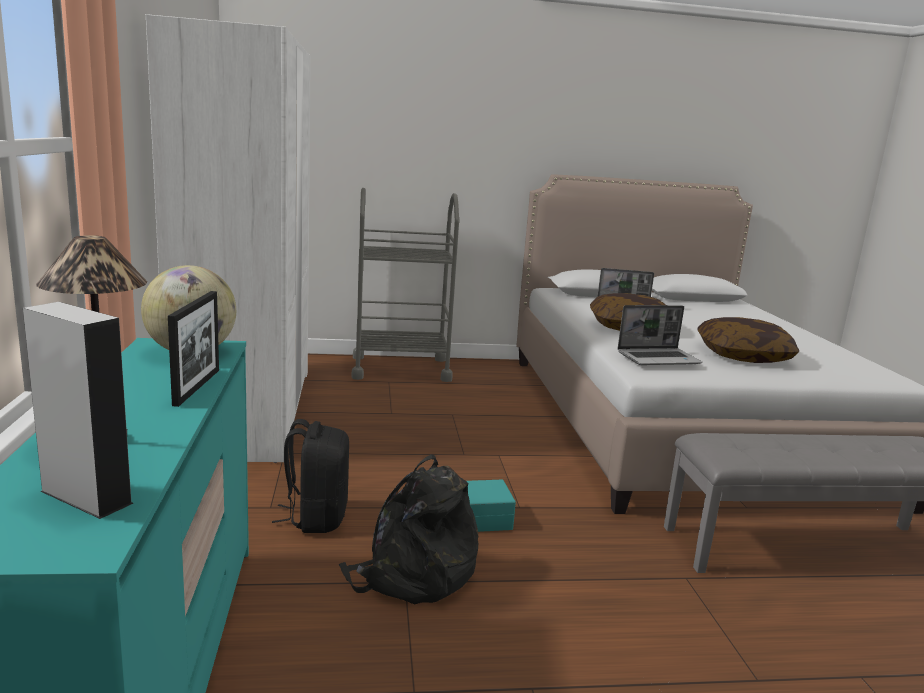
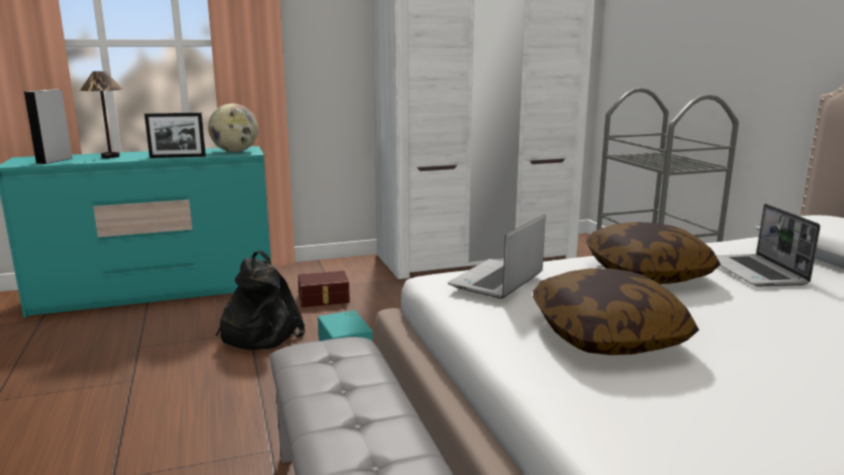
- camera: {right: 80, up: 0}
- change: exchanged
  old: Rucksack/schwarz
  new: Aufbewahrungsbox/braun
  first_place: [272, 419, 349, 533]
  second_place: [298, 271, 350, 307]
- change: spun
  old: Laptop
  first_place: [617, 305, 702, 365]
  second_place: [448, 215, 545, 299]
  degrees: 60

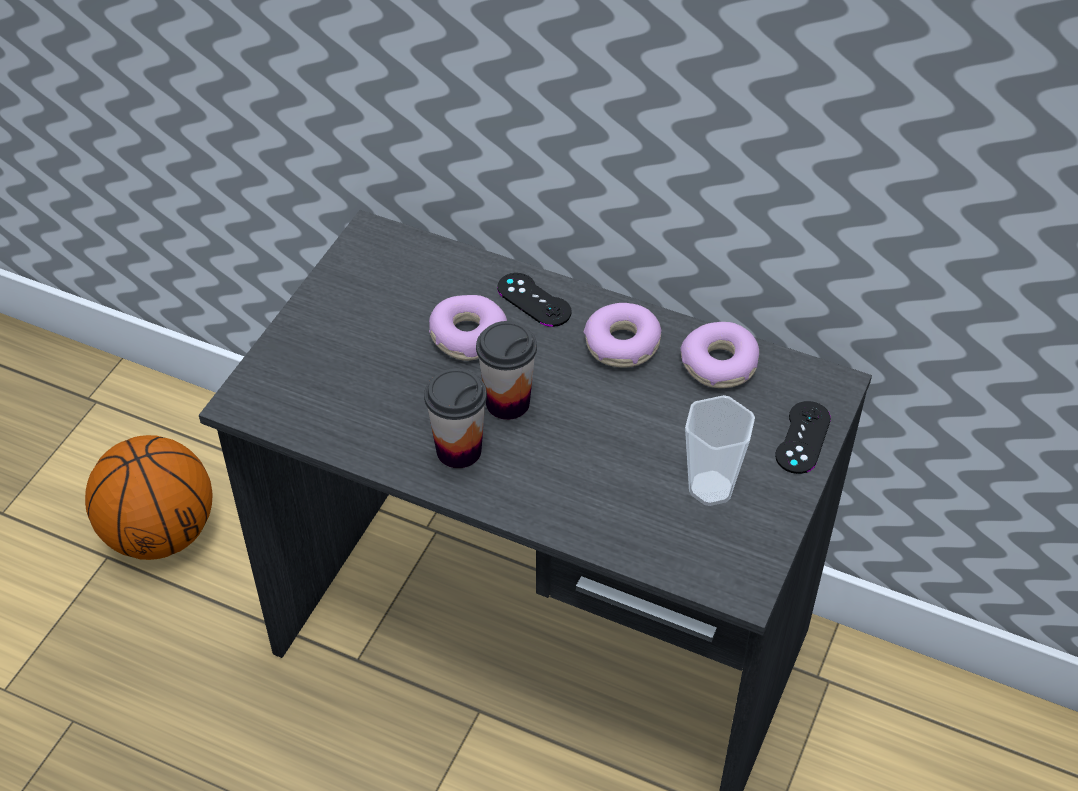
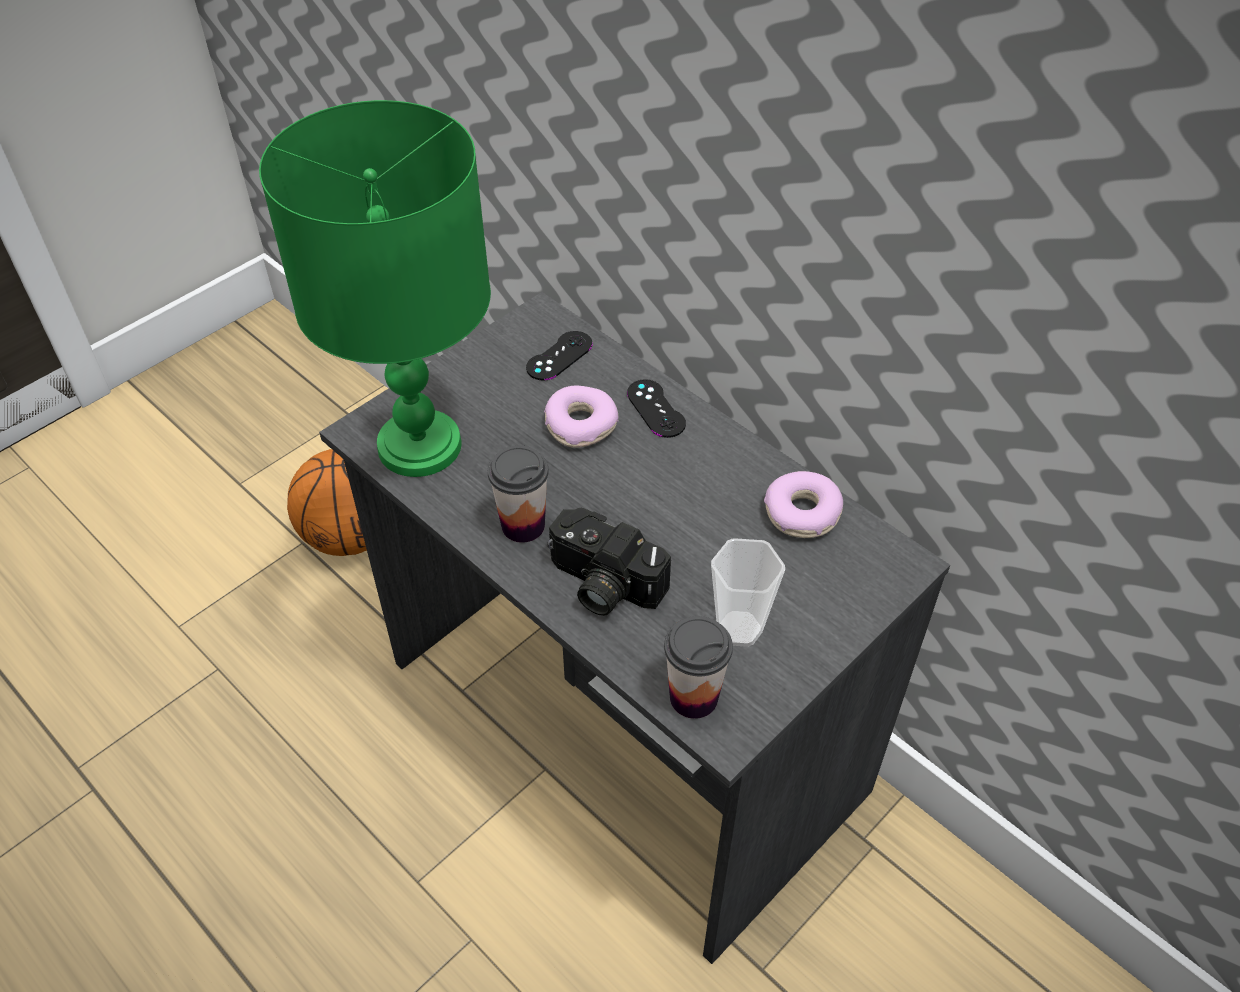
- camera: {right: 20, up: 0}
- change: relocated
  old: Tasse
  first_place: [476, 321, 537, 420]
  second_place: [664, 616, 733, 719]
- change: missing
  old: Donut
  first_place: [584, 303, 661, 367]
- change: relocated
  old: Gamepad/schwarz
  first_place: [775, 401, 831, 474]
  second_place: [526, 331, 593, 381]
- change: appeared
  new: Tischlampe/grün
  second_place: [259, 100, 491, 477]
- change: appeared
  new: Kamera
  second_place: [547, 508, 671, 616]

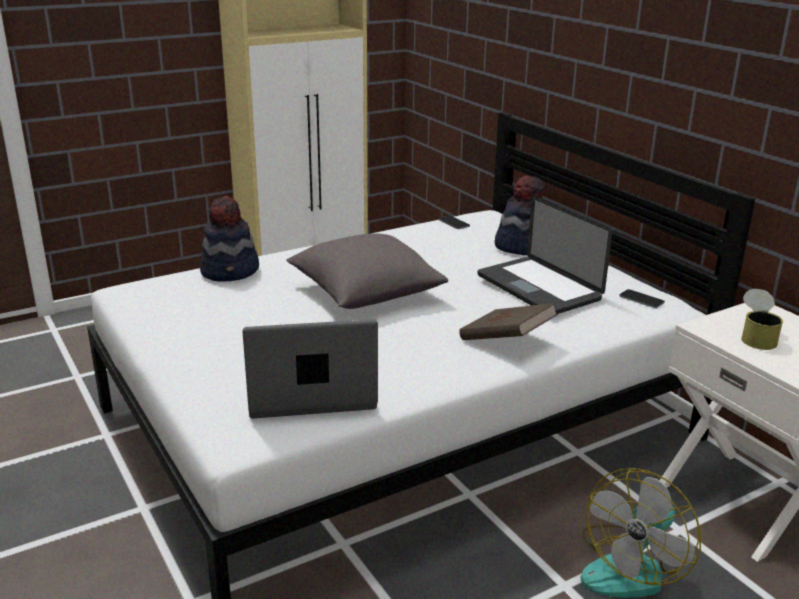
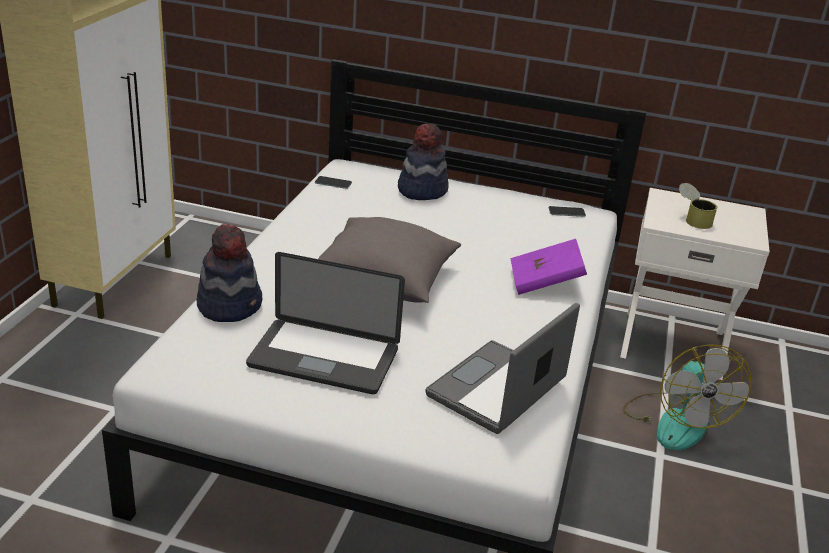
- camera: {right: -45, up: 5}
- change: colour
  old: Buch/braun
  new: Buch/lila
  first_place: [459, 303, 558, 340]
  second_place: [511, 239, 587, 295]
- change: relocated
  old: Laptop
  first_place: [478, 196, 612, 314]
  second_place: [246, 252, 405, 394]

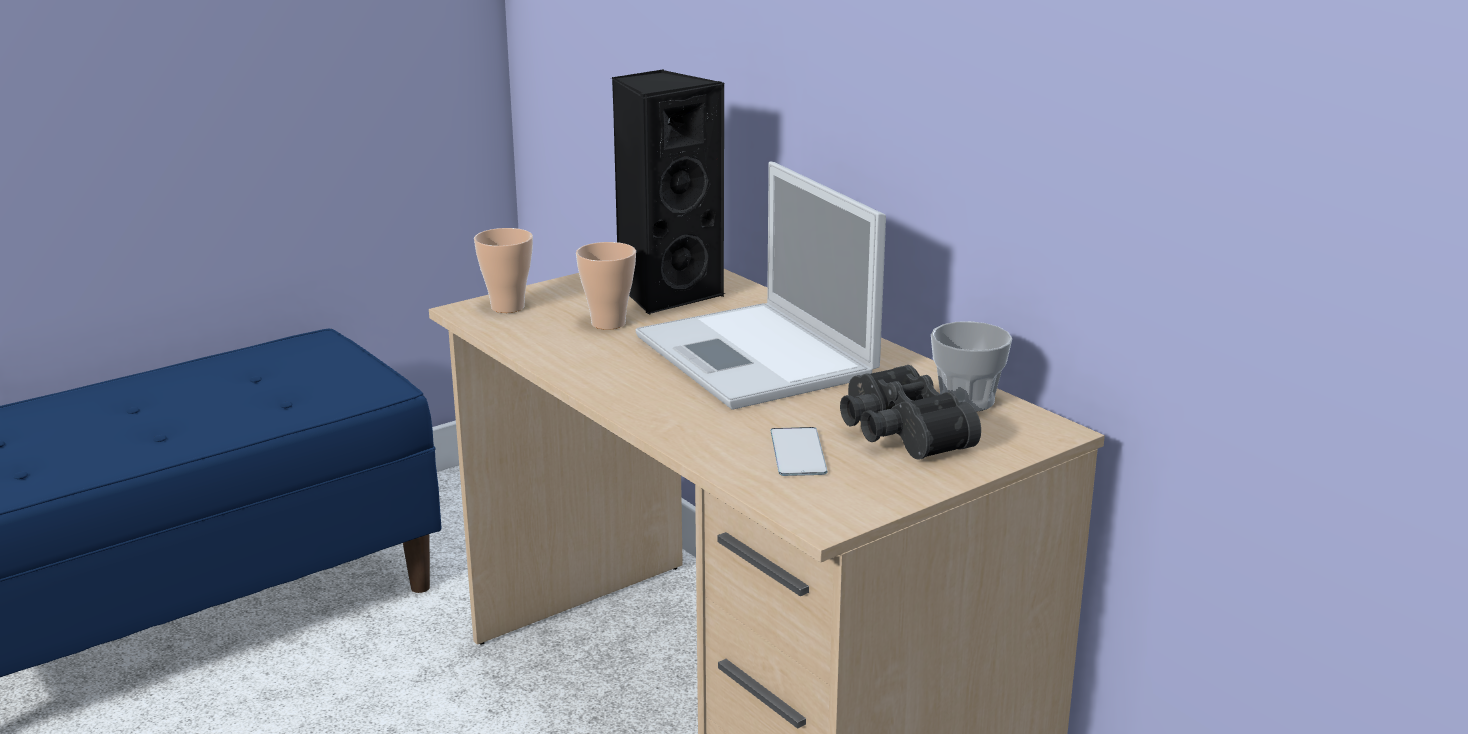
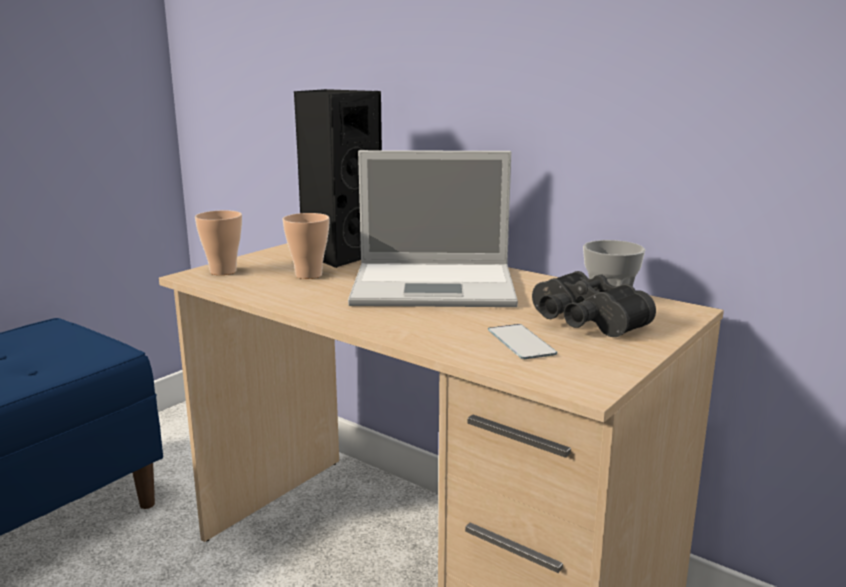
- camera: {right: -15, up: -5}
- change: spun
  old: Laptop
  first_place: [636, 162, 886, 410]
  second_place: [348, 150, 518, 307]
  degrees: -45

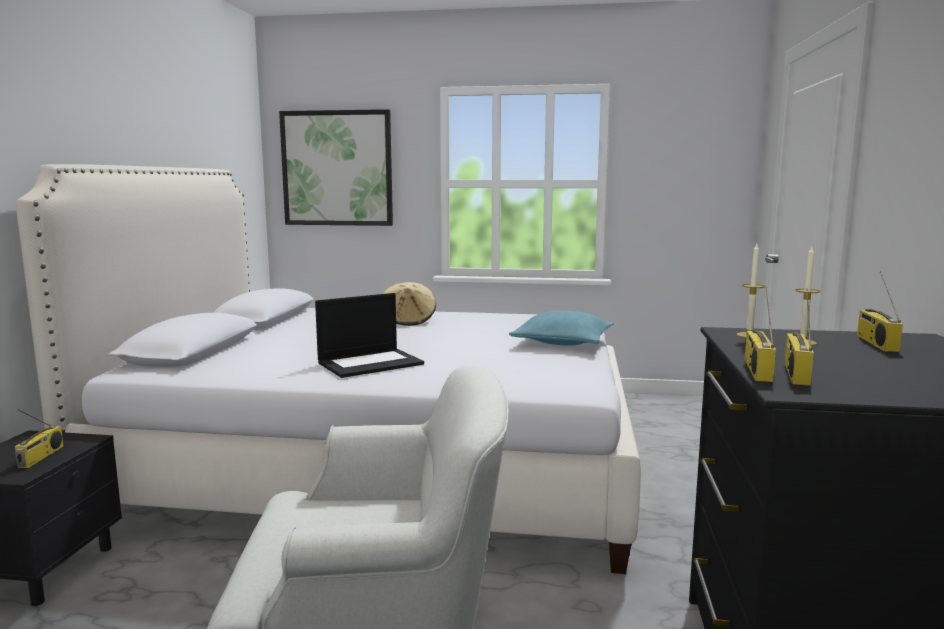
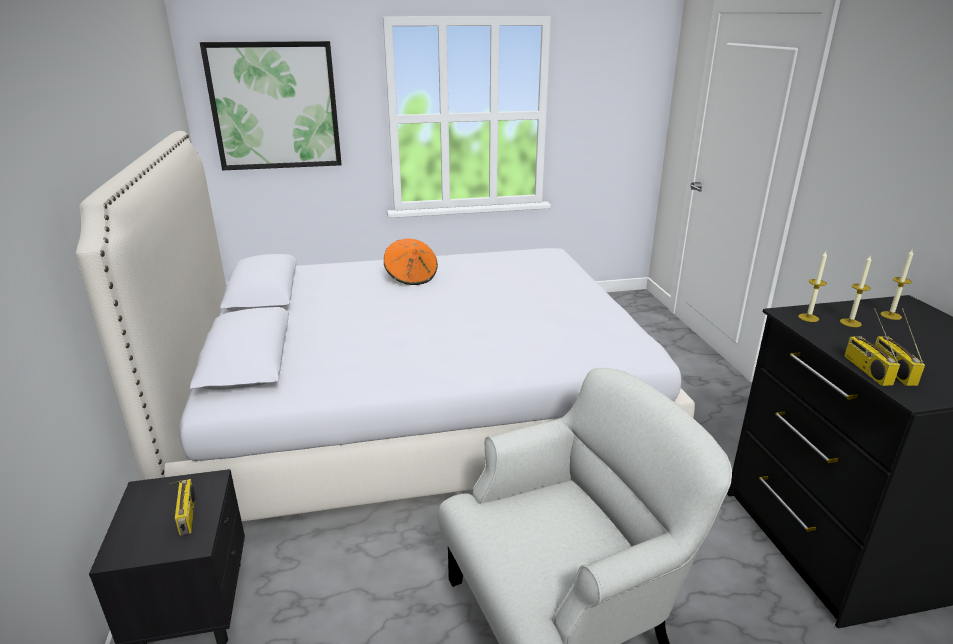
- camera: {right: -20, up: 15}
- change: missing
  old: Laptop
  first_place: [315, 293, 424, 378]
- change: colour
  old: Hut/beige
  new: Hut/orange
  first_place: [383, 282, 436, 326]
  second_place: [384, 239, 438, 285]
- change: missing
  old: Kissen/türkis
  first_place: [509, 310, 614, 346]
- change: exchanged
  old: Radio
  new: Kerze
  first_place: [857, 271, 903, 352]
  second_place: [880, 250, 913, 320]

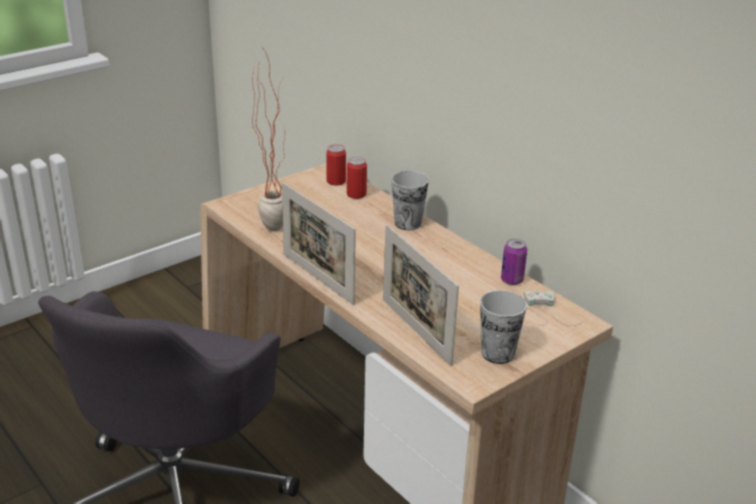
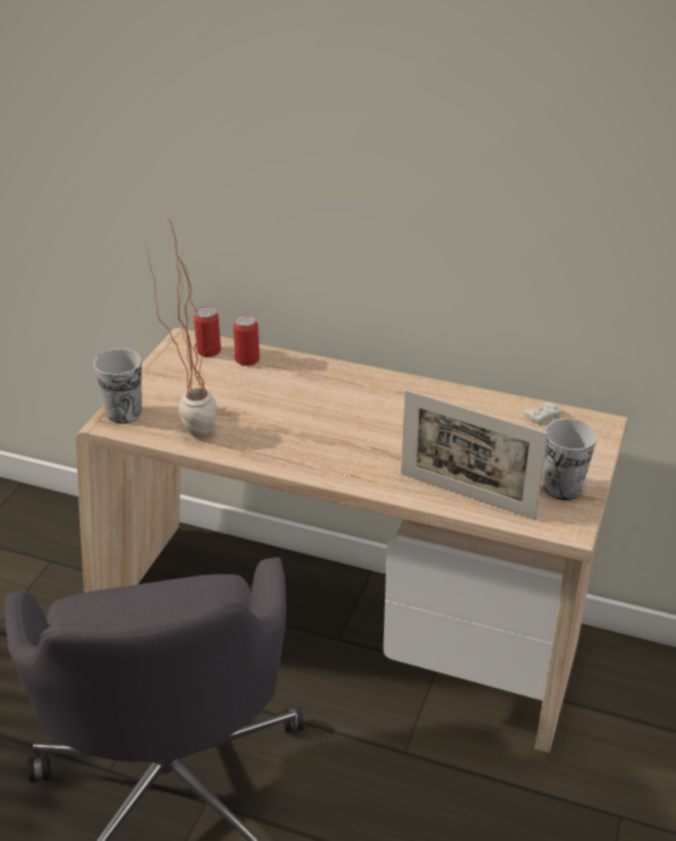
- camera: {right: -30, up: 5}
- change: missing
  old: Bilderrahmen
  first_place: [281, 182, 356, 305]
- change: relocated
  old: Tasse
  first_place: [391, 171, 429, 230]
  second_place: [94, 349, 142, 424]
- change: missing
  old: Dose
  first_place: [501, 239, 527, 285]

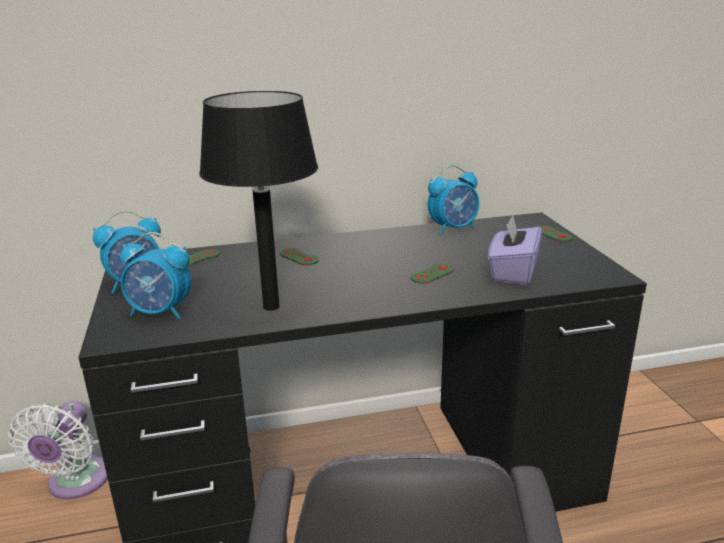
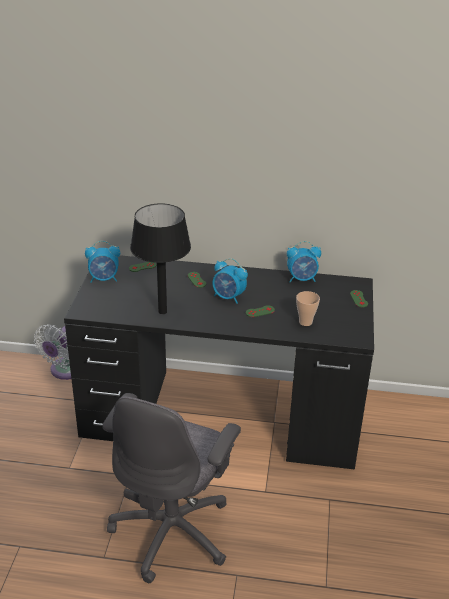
- camera: {right: 20, up: 10}
- change: relocated
  old: Wecker
  first_place: [120, 232, 191, 319]
  second_place: [213, 258, 248, 304]
- change: exchanged
  old: Taschentuchbox/lila
  new: Tasse
  first_place: [488, 215, 542, 285]
  second_place: [296, 291, 320, 326]

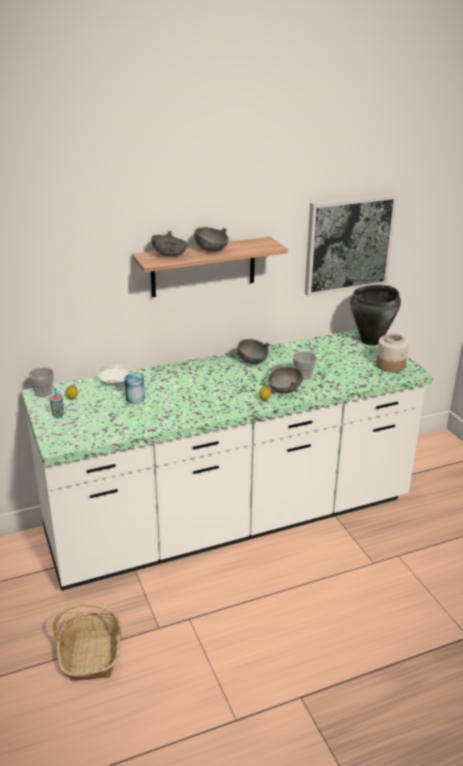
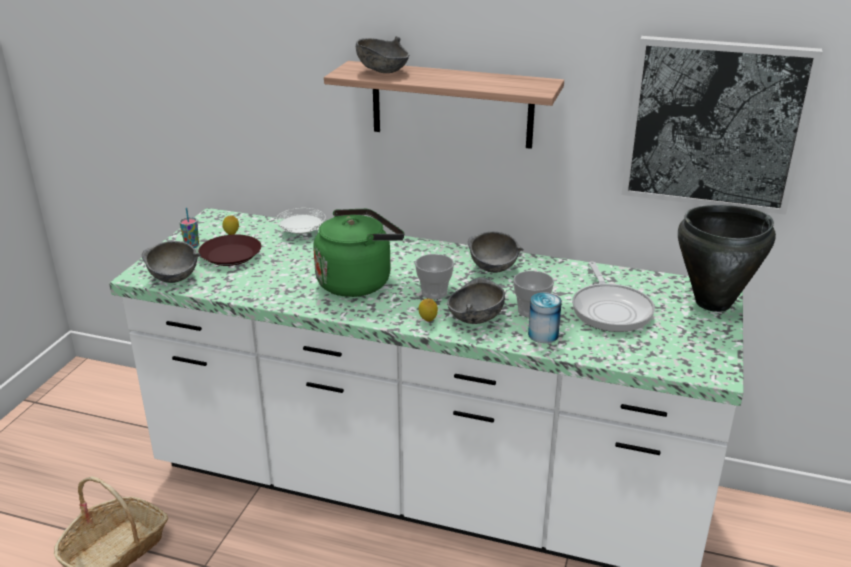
- camera: {right: 40, up: 0}
- change: relocated
  old: Tasse
  first_place: [28, 367, 54, 397]
  second_place: [415, 254, 454, 299]
- change: relocated
  old: Dose
  first_place: [125, 373, 145, 404]
  second_place: [528, 293, 562, 343]
- change: relocated
  old: Schüssel/grau
  first_place: [194, 227, 229, 252]
  second_place: [142, 241, 201, 283]
- change: missing
  old: Vorratsglas
  first_place: [376, 333, 408, 372]
- change: appeared
  new: Teller/braun
  second_place: [198, 234, 261, 266]
- change: appeared
  new: Wasserkessel/grün
  second_place: [313, 209, 404, 297]
- change: appeared
  new: Pfanne
  second_place: [572, 262, 655, 332]

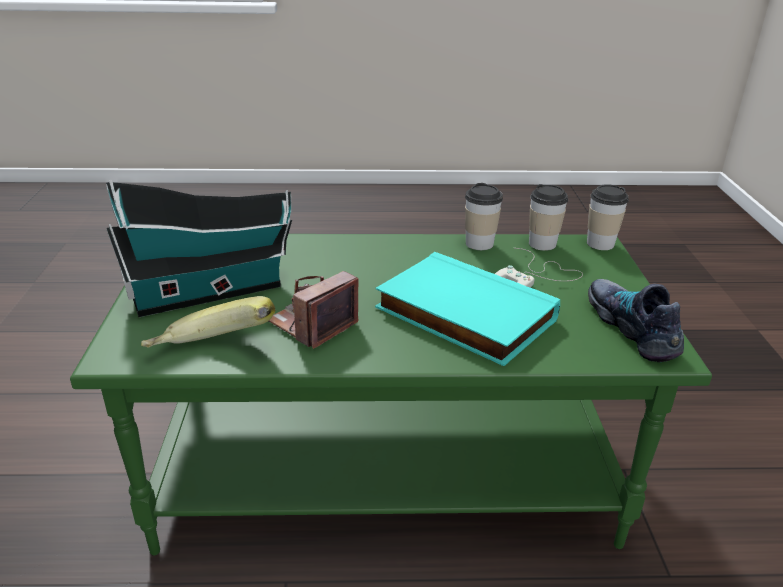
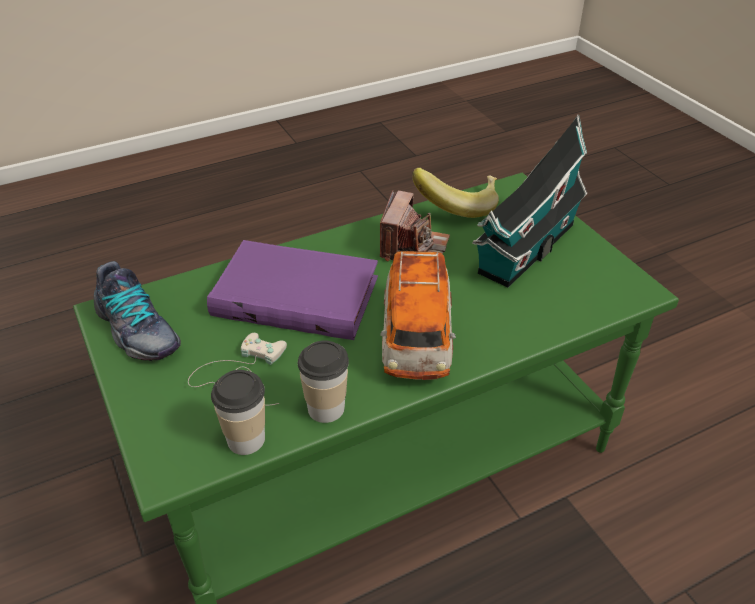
- camera: {right: 155, up: 10}
- change: colour
  old: Buch/türkis
  new: Buch/lila
  first_place: [375, 252, 560, 366]
  second_place: [207, 240, 378, 340]
- change: missing
  old: Tasse
  first_place: [587, 184, 629, 250]
- change: appeared
  new: Spielzeugauto
  second_place: [380, 251, 456, 380]

